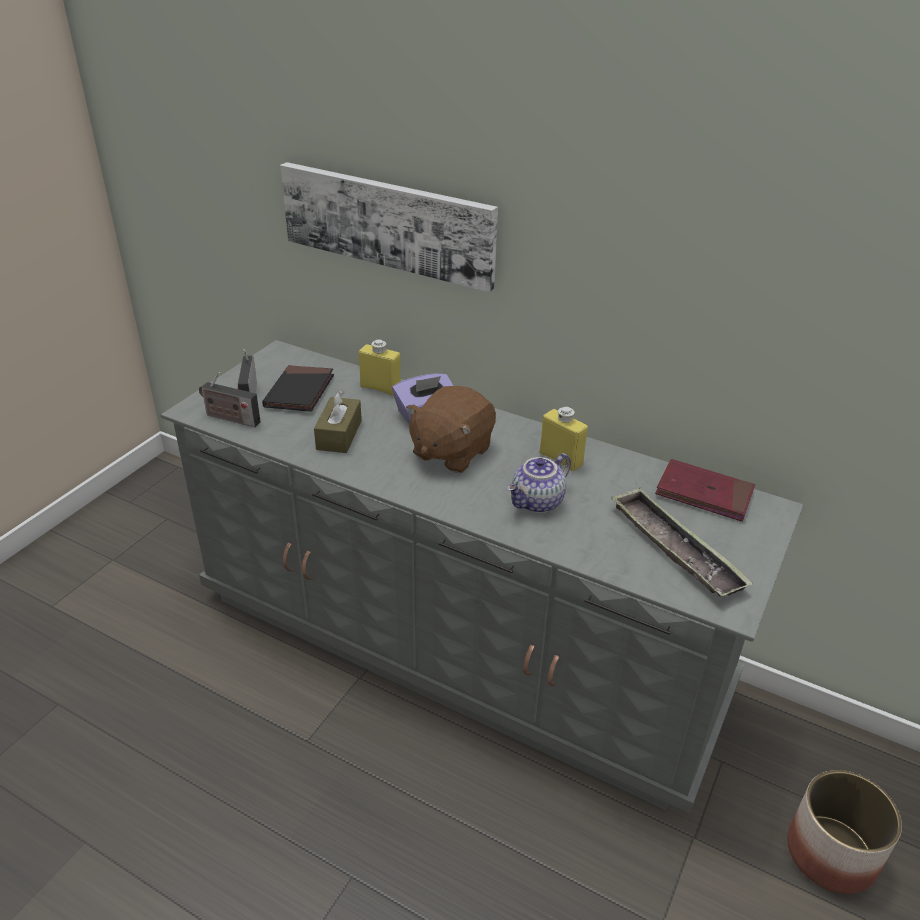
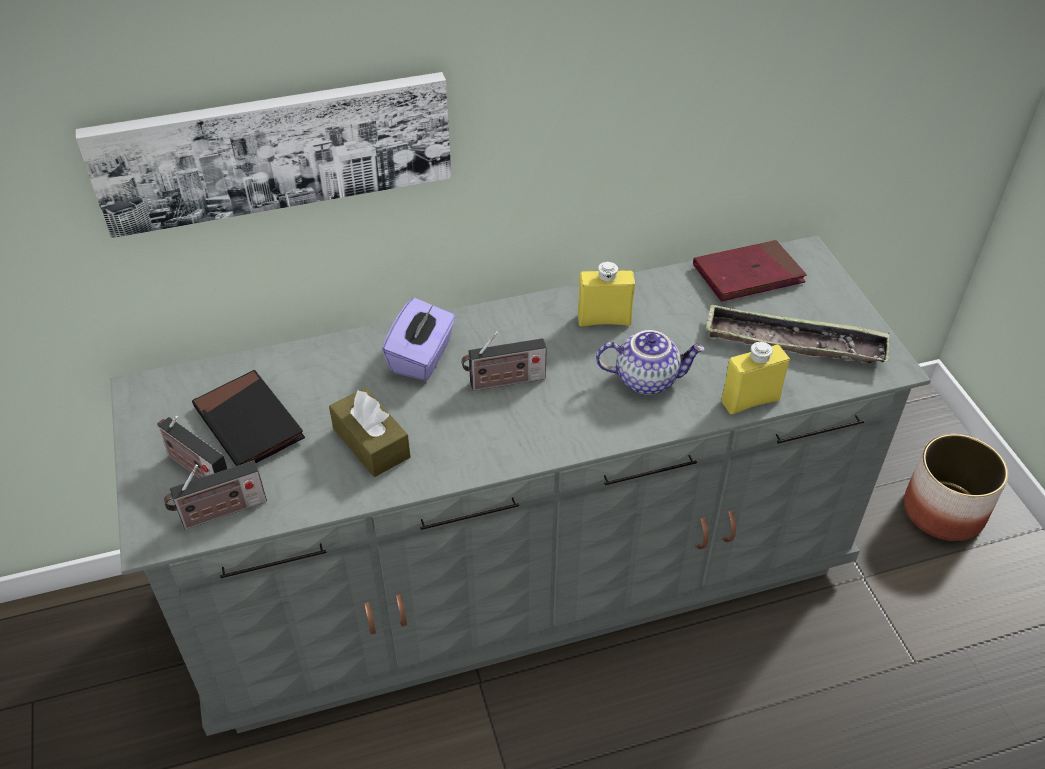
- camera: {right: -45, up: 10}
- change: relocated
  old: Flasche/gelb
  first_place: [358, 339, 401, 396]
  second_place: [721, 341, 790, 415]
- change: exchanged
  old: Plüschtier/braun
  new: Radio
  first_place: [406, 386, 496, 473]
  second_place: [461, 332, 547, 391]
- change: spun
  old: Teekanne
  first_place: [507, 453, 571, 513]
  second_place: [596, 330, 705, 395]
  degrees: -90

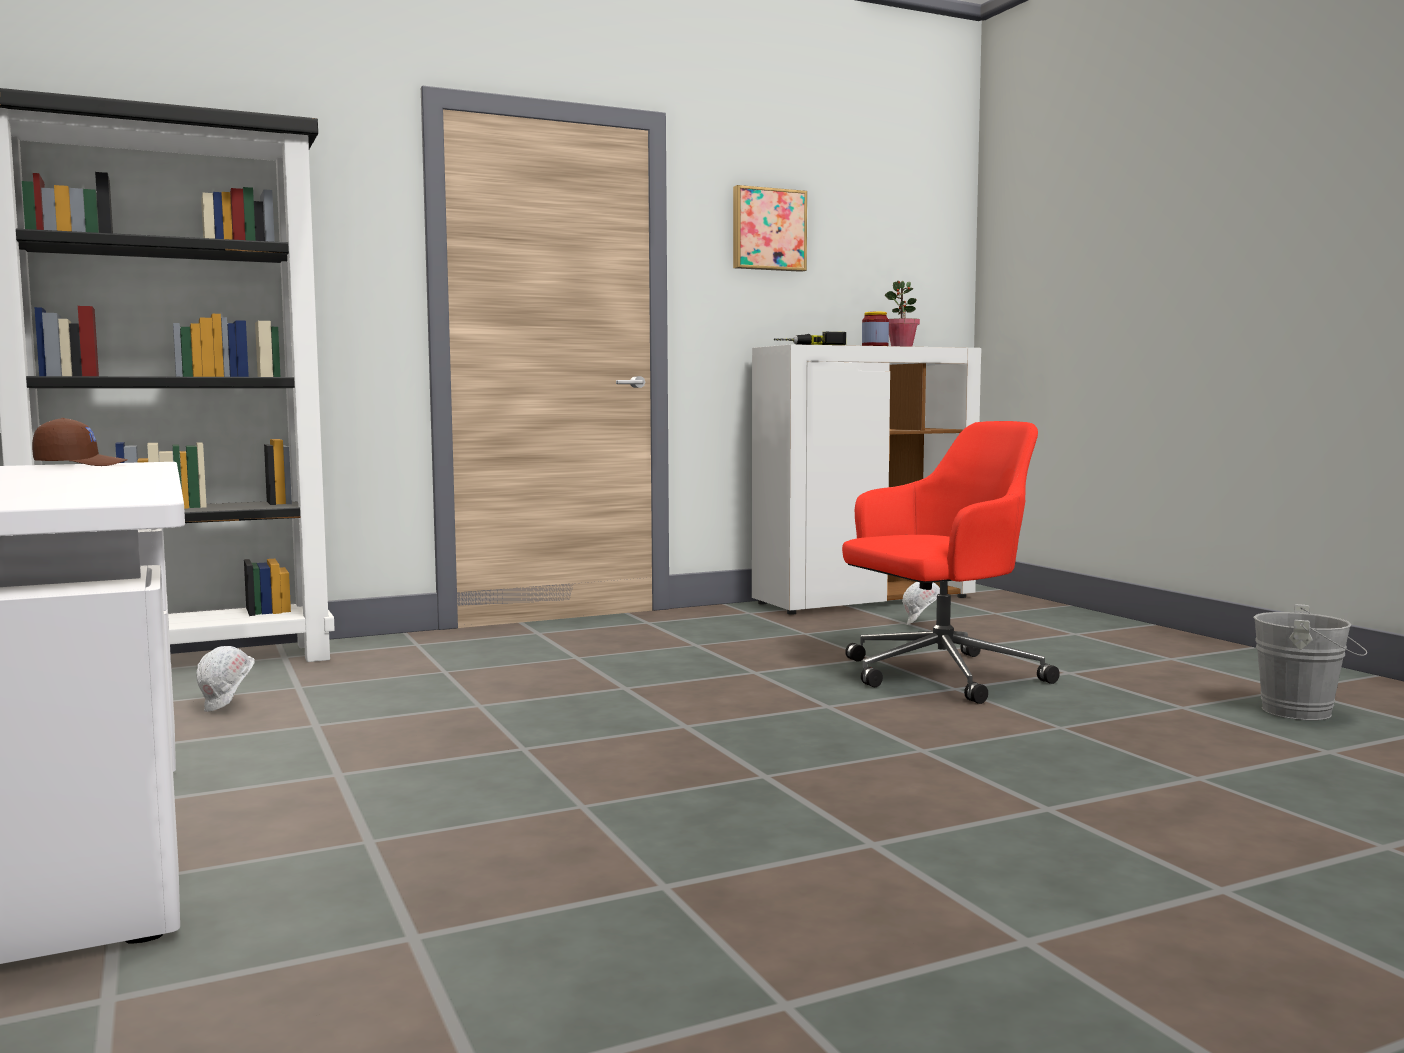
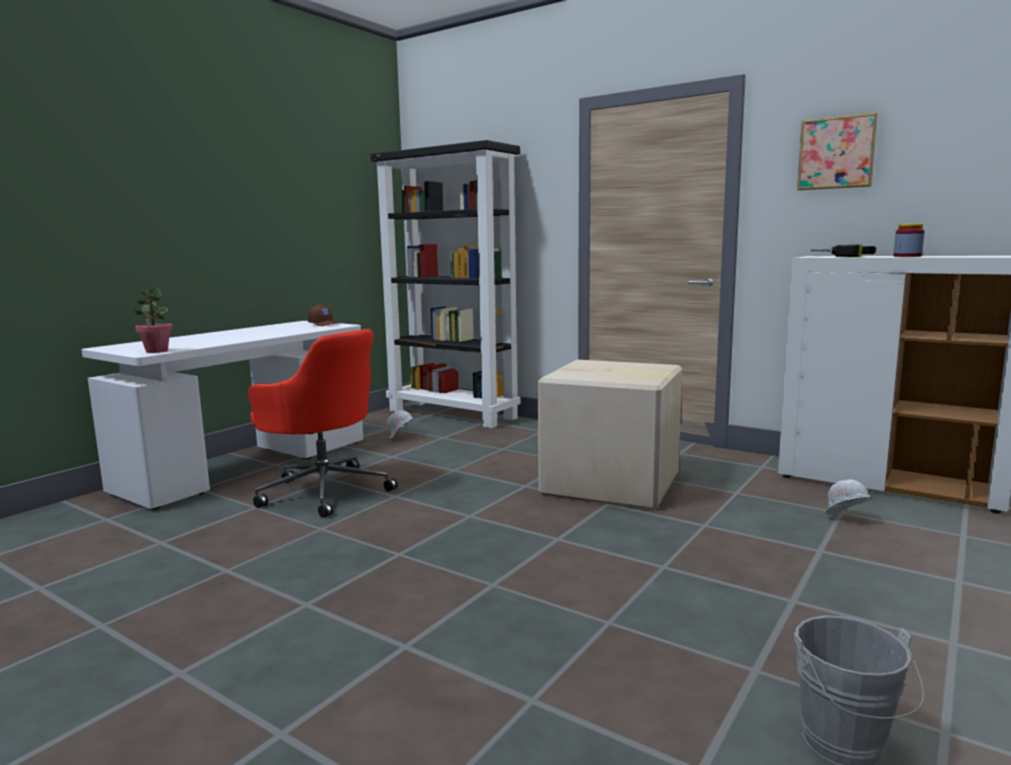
- camera: {right: 60, up: 5}
- change: relocated
  old: Bürostuhl/rot
  first_place: [842, 421, 1060, 704]
  second_place: [248, 329, 398, 518]
- change: relocated
  old: Topfpflanze
  first_place: [885, 281, 920, 347]
  second_place: [134, 288, 173, 353]
- change: appeared
  new: Karton
  second_place: [538, 360, 682, 510]

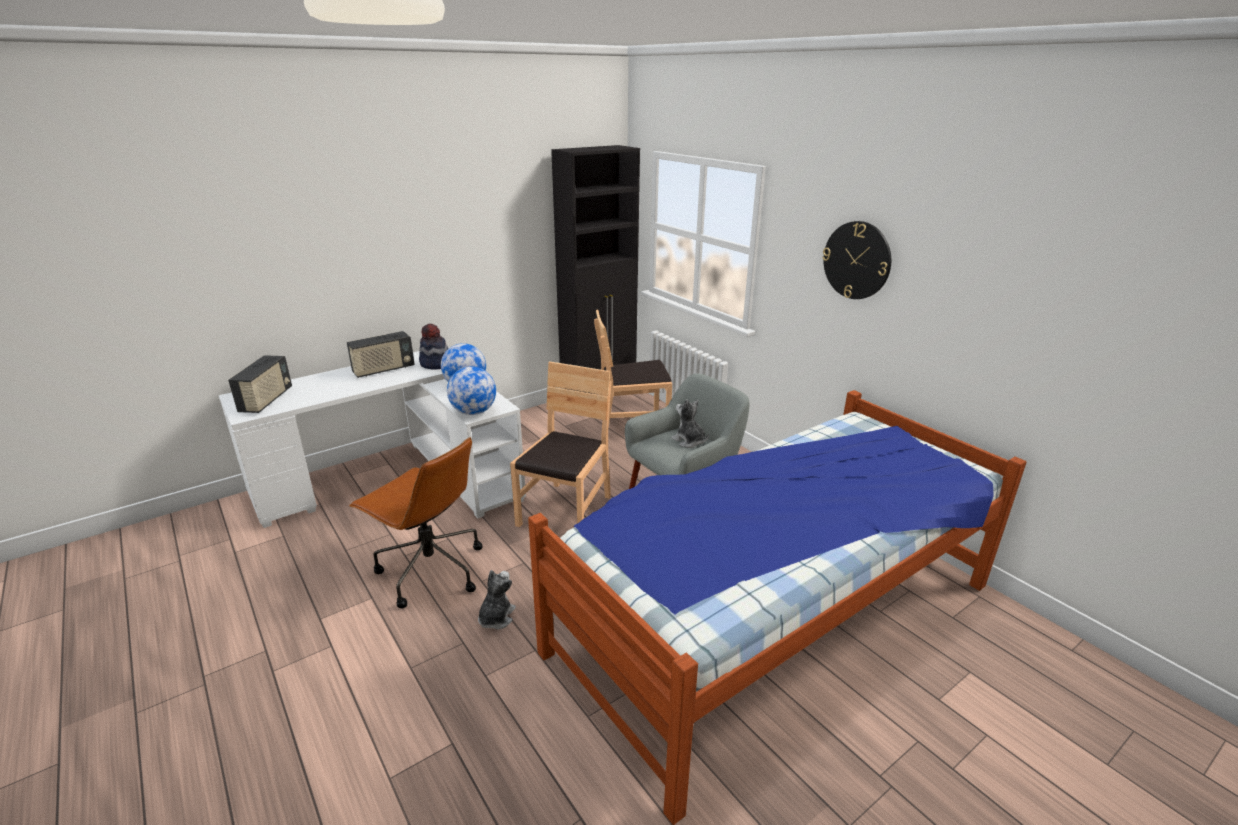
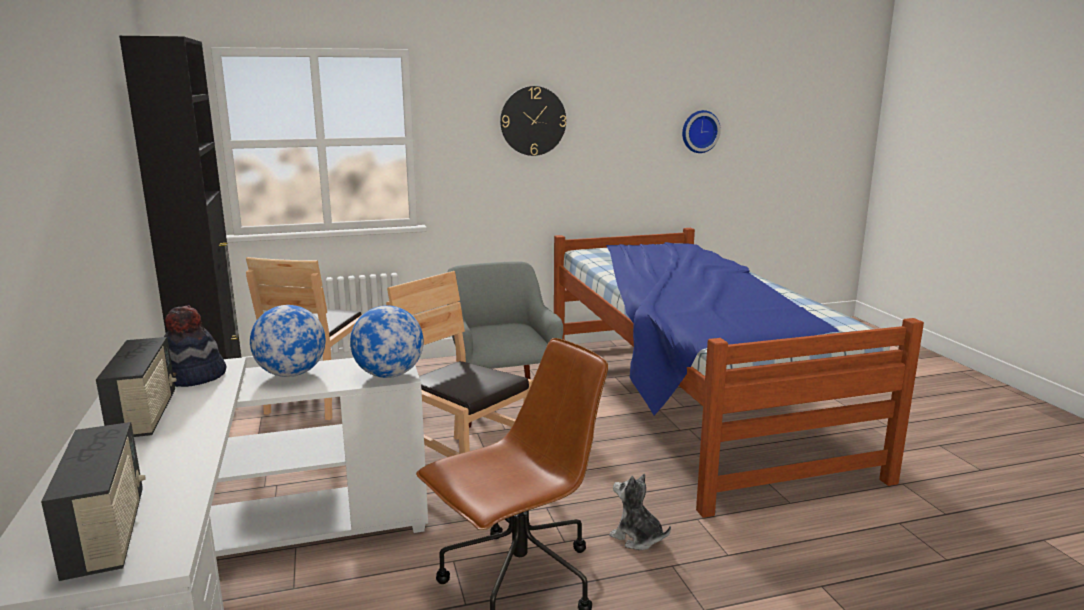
- camera: {right: -70, up: -10}
- change: spun
  old: Radio
  first_place: [228, 355, 292, 413]
  second_place: [41, 422, 146, 581]
  degrees: 45
- change: missing
  old: Plüschtier
  first_place: [671, 399, 709, 448]
- change: appeared
  new: Wanduhr
  second_place: [682, 110, 721, 153]

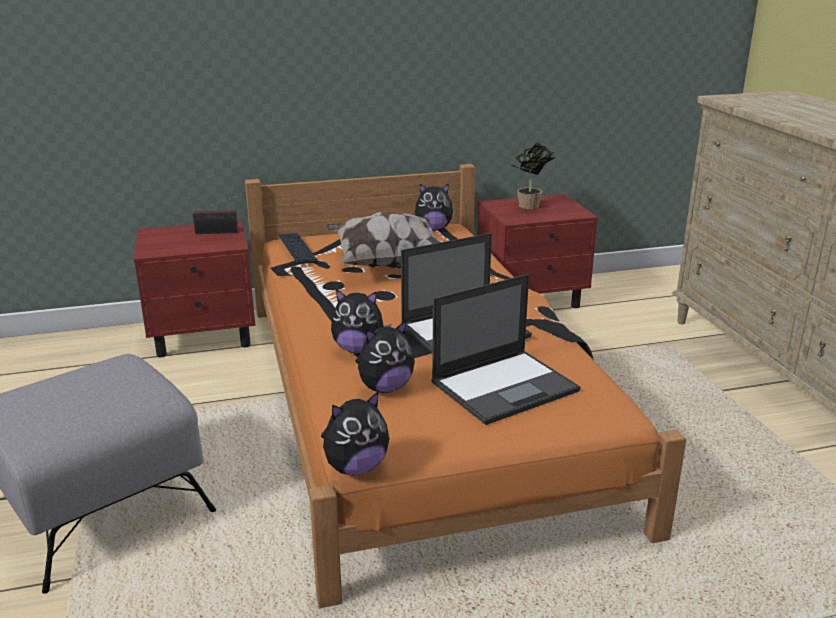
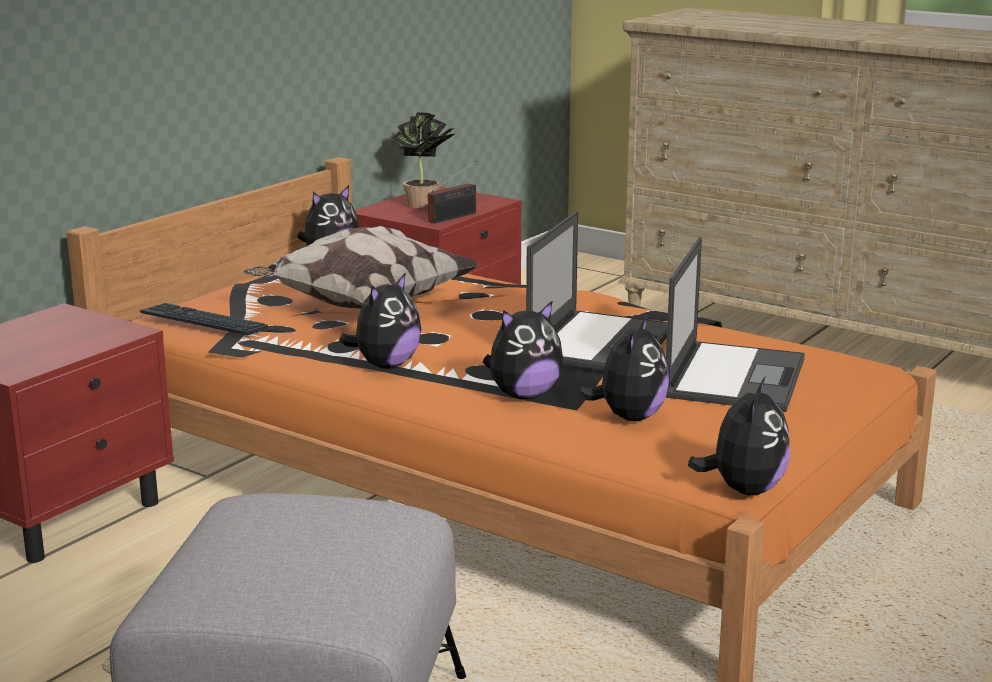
- camera: {right: -40, up: -5}
- change: relocated
  old: Radio
  first_place: [193, 195, 240, 234]
  second_place: [428, 161, 477, 223]
- change: appeared
  new: Plüschtier
  second_place: [339, 272, 421, 369]

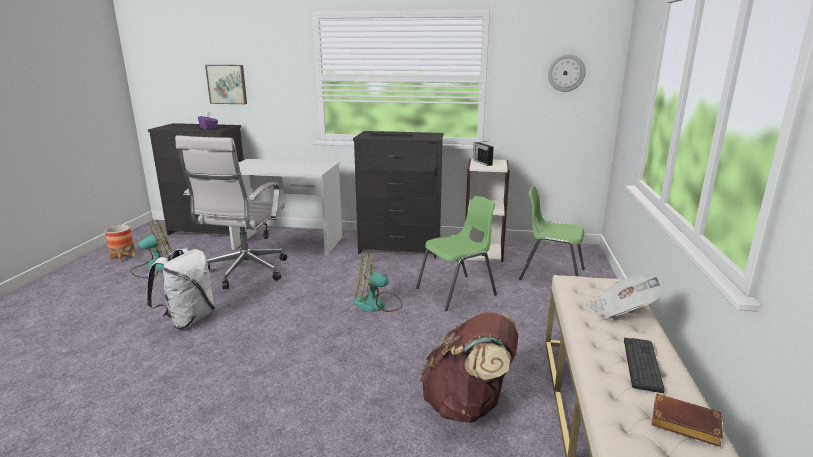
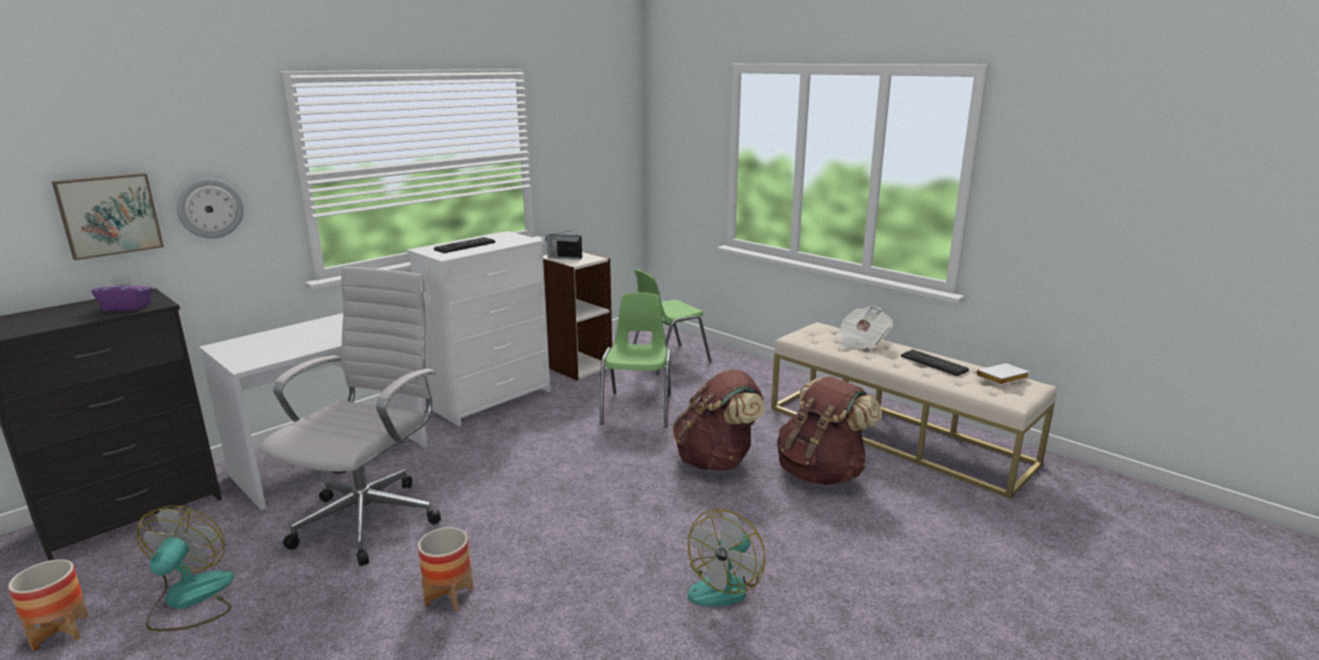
- camera: {right: -55, up: 0}
- change: exchanged
  old: Rucksack/weiß
  new: Pflanzkübel
  first_place: [146, 249, 215, 329]
  second_place: [418, 527, 473, 611]
- change: spun
  old: Bürostuhl/weiß
  first_place: [175, 135, 287, 289]
  second_place: [260, 267, 441, 566]
  degrees: -120
- change: colour
  old: Kommode/schwarz
  new: Kommode/weiß
  first_place: [353, 131, 444, 259]
  second_place: [407, 231, 550, 426]
- change: relocated
  old: Ventilator
  first_place: [354, 253, 402, 312]
  second_place: [688, 509, 765, 606]
- change: relocated
  old: Wanduhr
  first_place: [548, 54, 586, 92]
  second_place: [176, 179, 244, 239]
- change: colour
  old: Buch/braun
  new: Buch/weiß
  first_place: [651, 394, 723, 447]
  second_place: [977, 363, 1030, 385]
- change: appeared
  new: Rucksack/braun
  second_place: [673, 369, 765, 470]

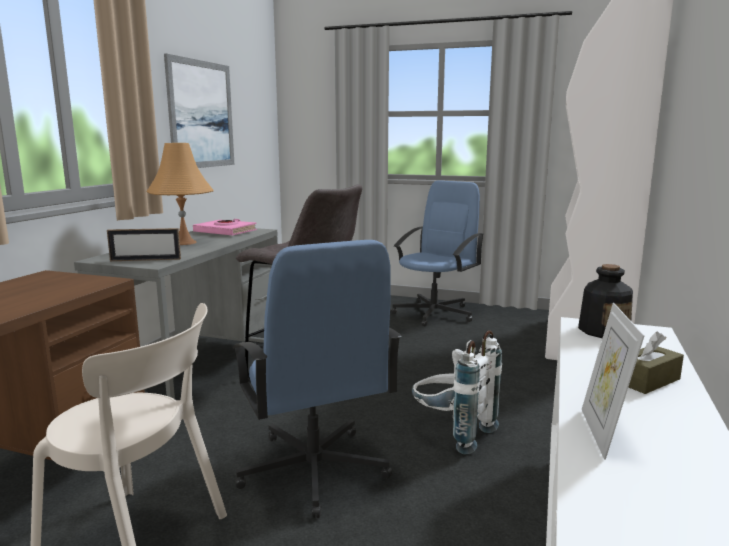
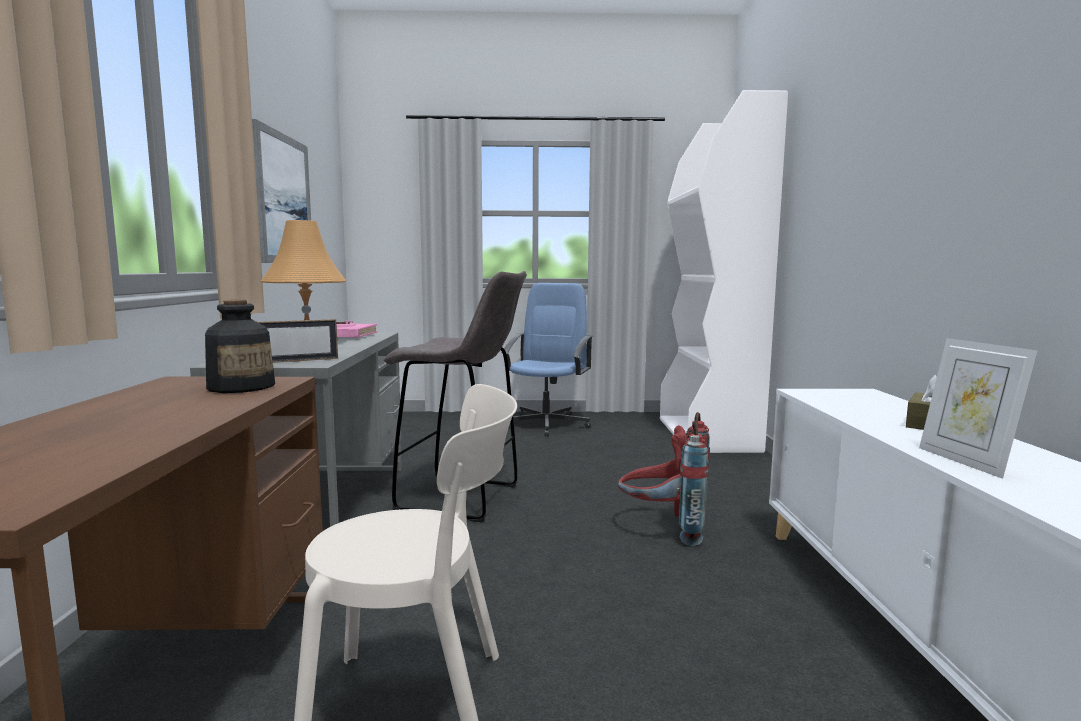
- camera: {right: -20, up: -5}
- change: missing
  old: Bürostuhl/blau
  first_place: [232, 240, 402, 518]
- change: colour
  old: Rucksack/weiß
  new: Rucksack/rot
  first_place: [412, 330, 502, 454]
  second_place: [618, 412, 710, 546]
- change: relocated
  old: Flasche
  first_place: [578, 264, 633, 338]
  second_place: [205, 300, 275, 393]

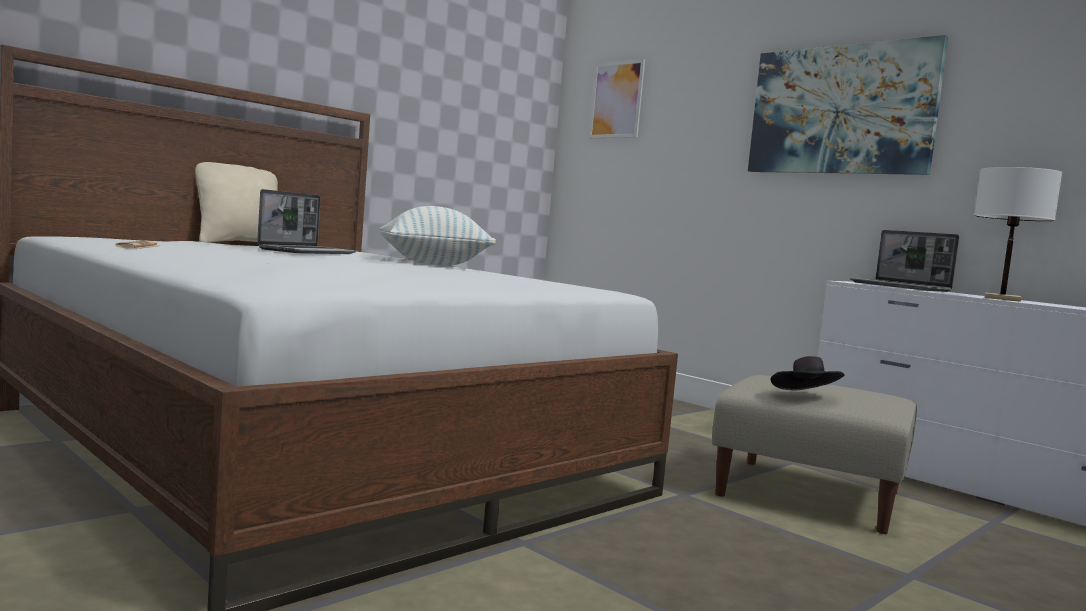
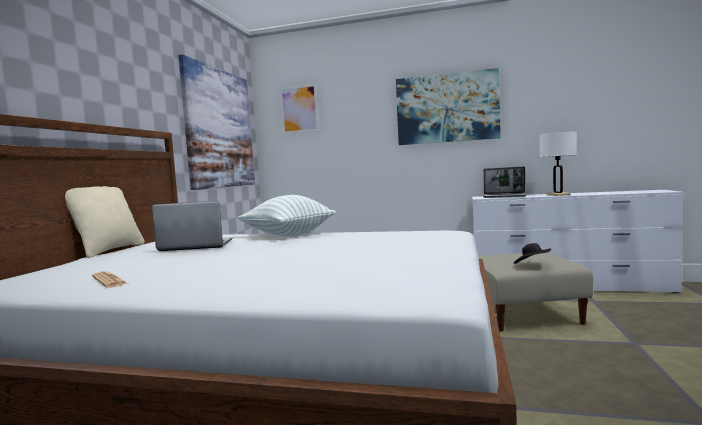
- camera: {right: -30, up: 0}
- change: spun
  old: Laptop
  first_place: [257, 189, 357, 254]
  second_place: [152, 201, 233, 251]
  degrees: -90
- change: appeared
  new: Bild
  second_place: [178, 54, 255, 190]

